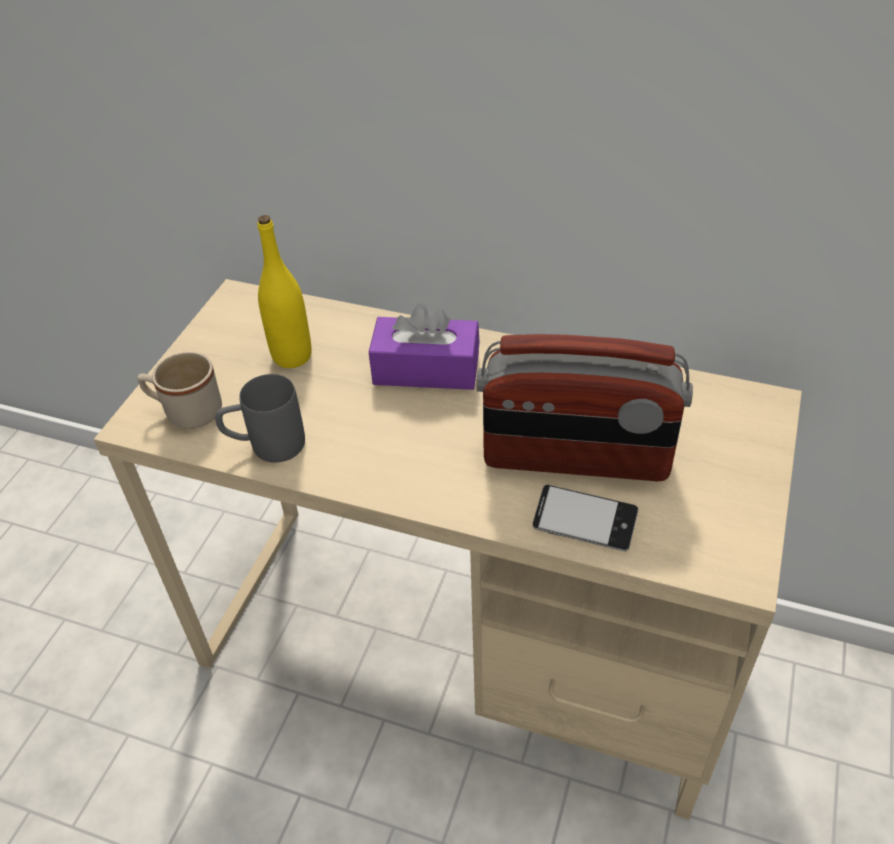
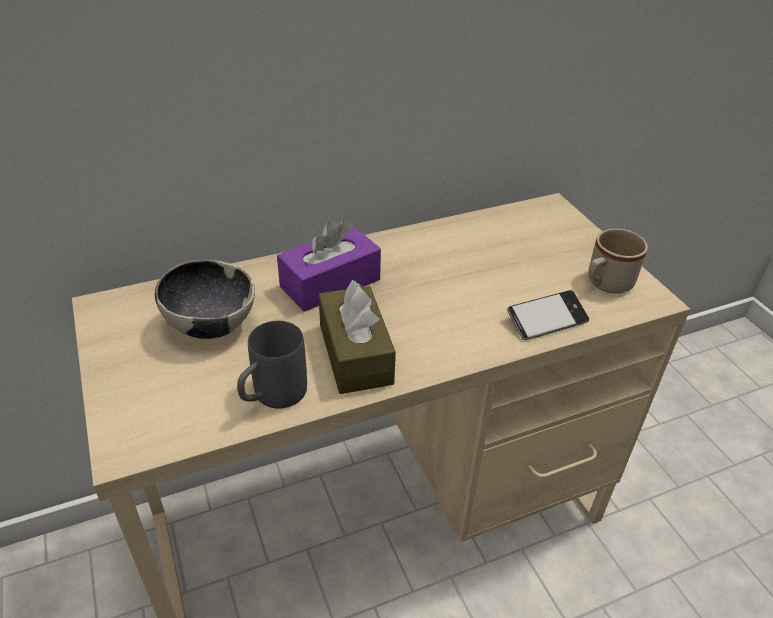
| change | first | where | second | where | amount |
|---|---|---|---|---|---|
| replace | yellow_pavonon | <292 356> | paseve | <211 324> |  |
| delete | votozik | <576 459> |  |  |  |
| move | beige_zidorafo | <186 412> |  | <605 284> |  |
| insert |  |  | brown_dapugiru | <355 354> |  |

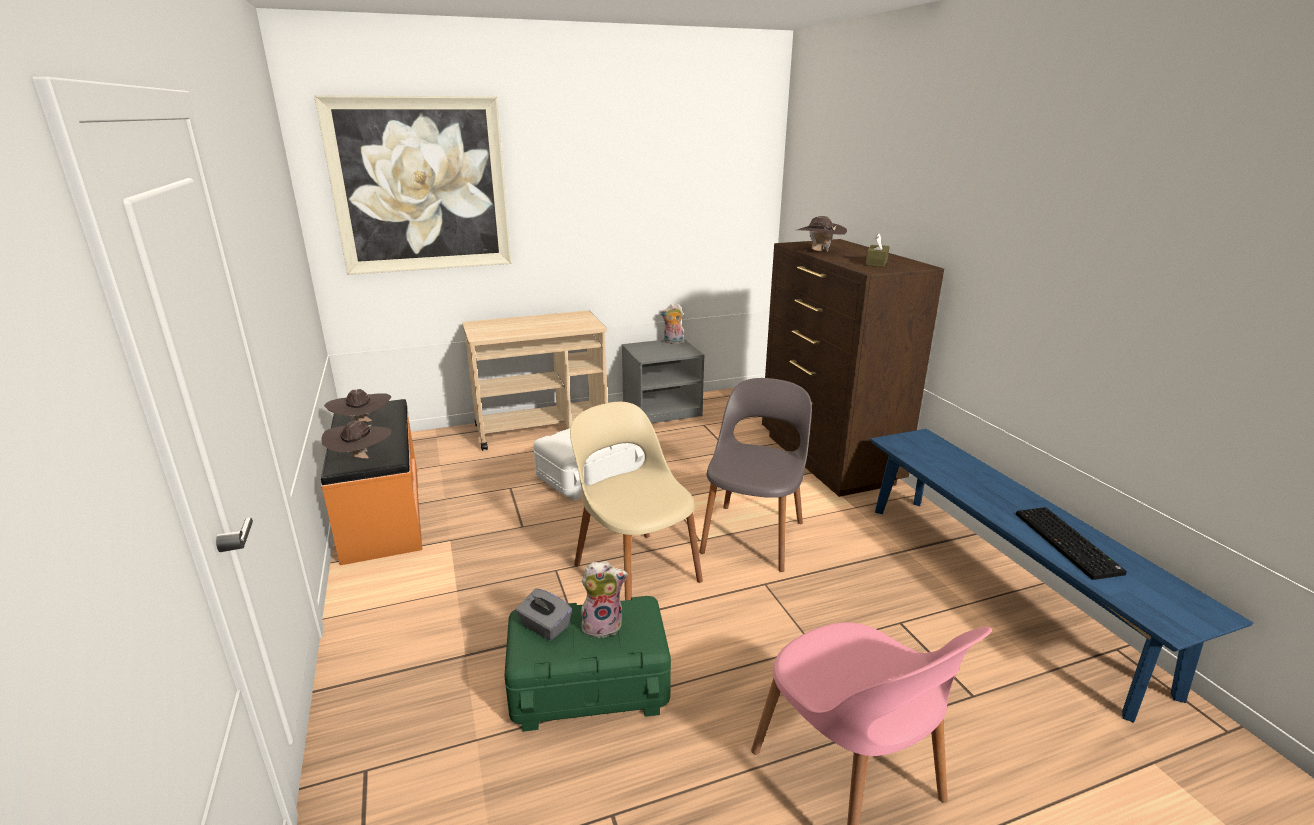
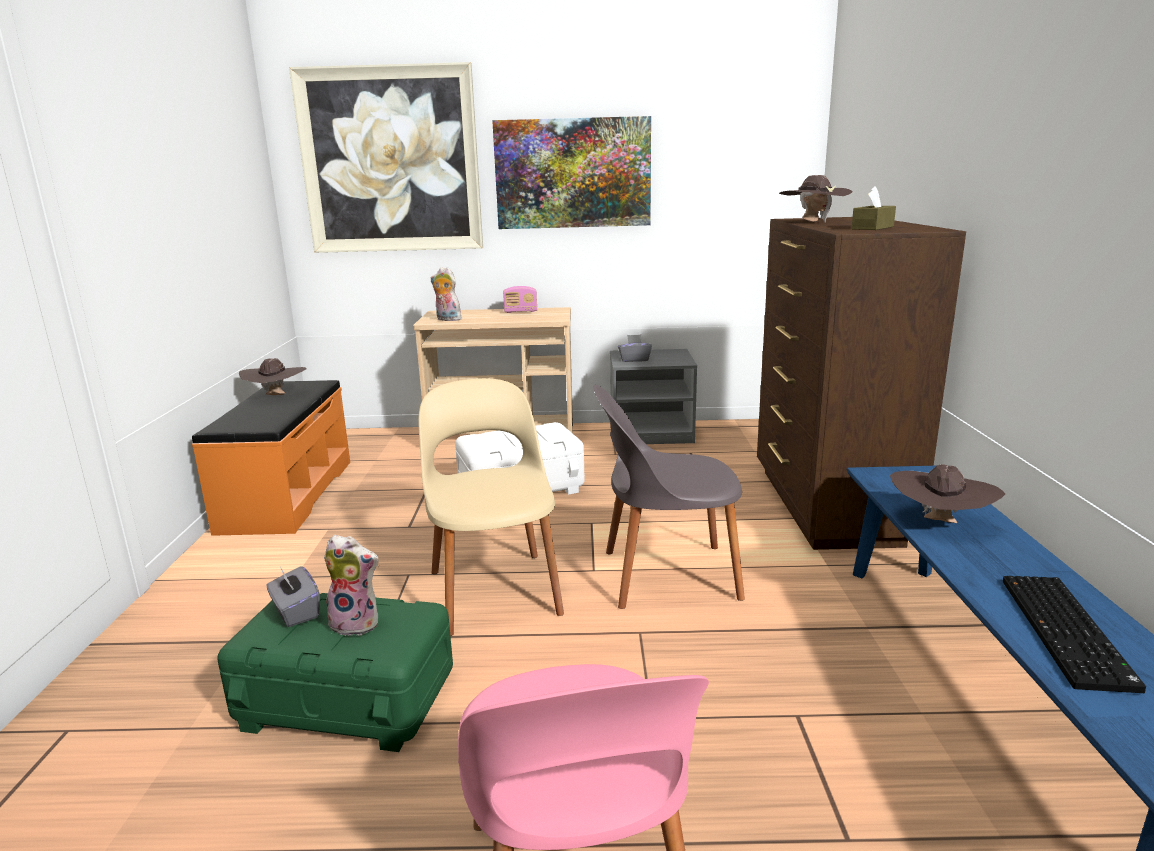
| change | first | where | second | where | amount |
|---|---|---|---|---|---|
| move | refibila | <673 342> |  | <447 319> |  |
| rotate | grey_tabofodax | <753 535> |  | <665 575> | 135 degrees counterclockwise |
| move | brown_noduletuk | <361 459> |  | <939 523> |  |
| insert |  |  | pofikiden | <573 173> |  |
| insert |  |  | votozik | <520 311> |  |
| insert |  |  | grey_dapugiru | <634 359> |  |

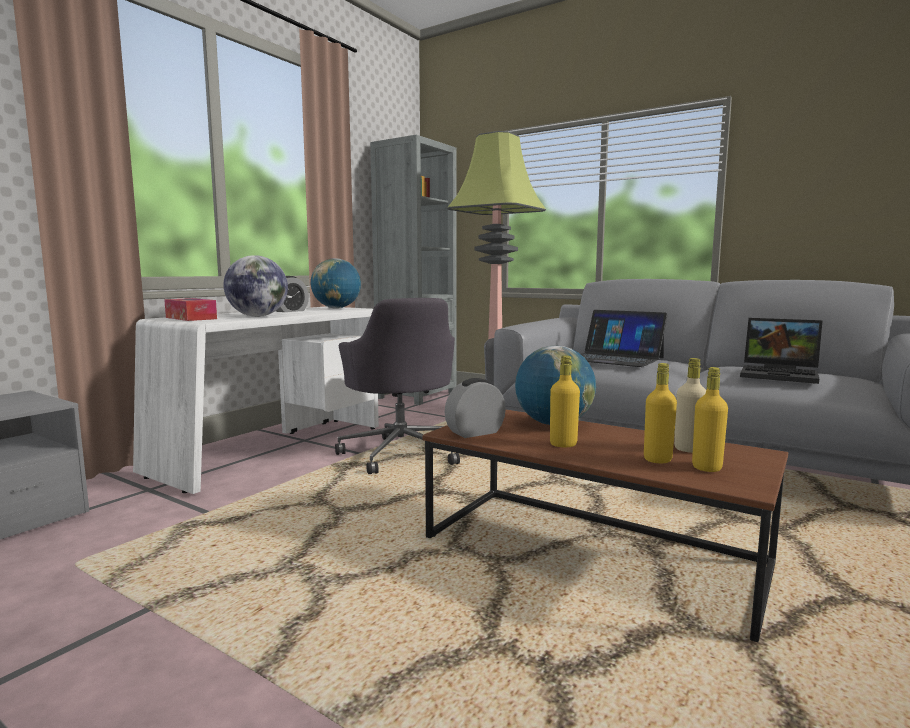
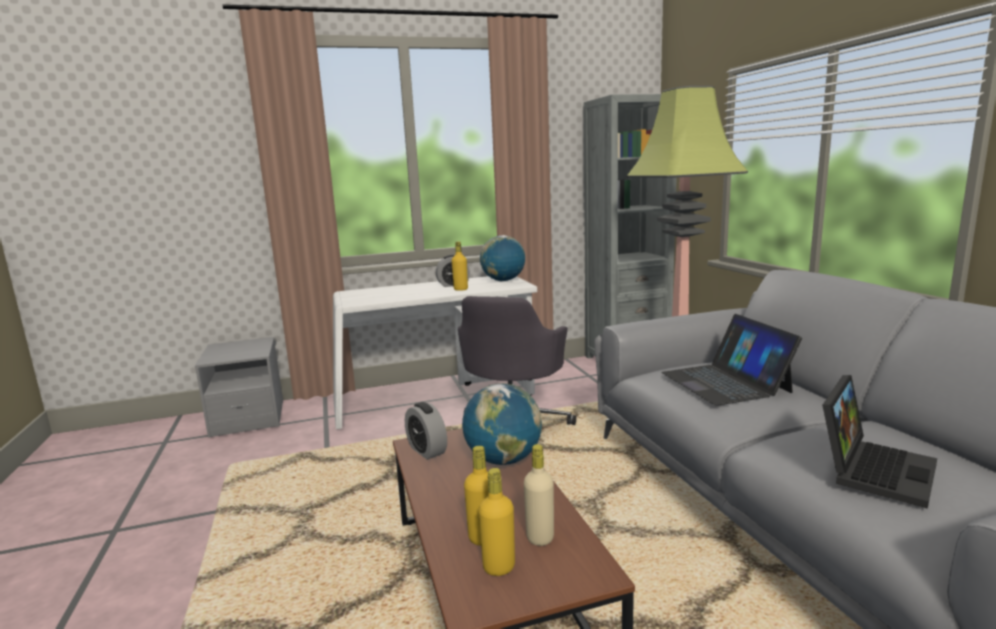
| change | first | where | second | where | amount |
|---|---|---|---|---|---|
| delete | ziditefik | <257 316> |  |  |  |
| delete | dapugiru | <191 318> |  |  |  |
| rotate | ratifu | <781 375> |  | <873 469> | 120 degrees counterclockwise |
| move | yellow_pavonon | <563 444> |  | <460 289> |  |
| rotate | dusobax | <475 433> |  | <427 450> | 135 degrees counterclockwise |

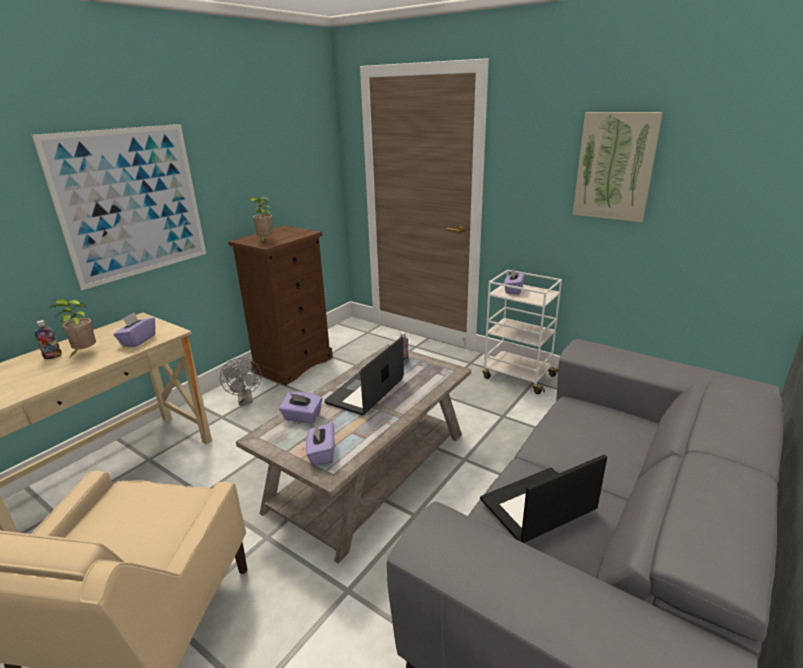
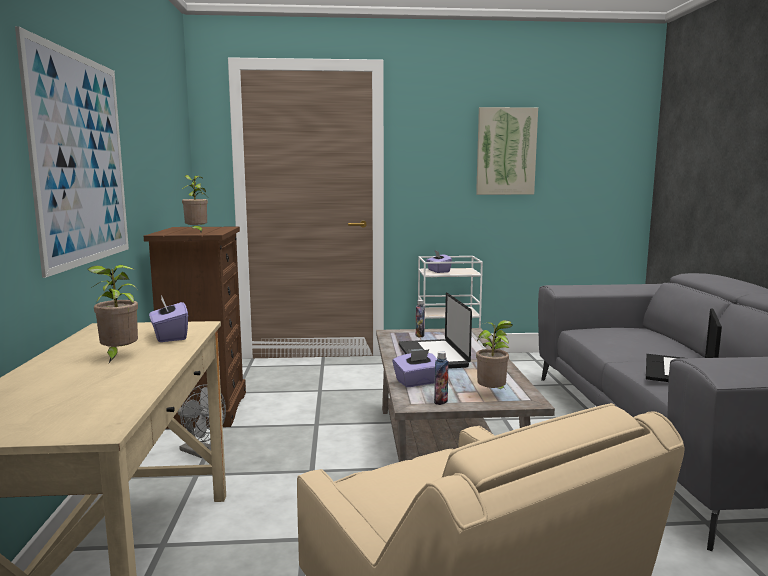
| change | first | where | second | where | amount |
|---|---|---|---|---|---|
| move | pavonon | <53 356> |  | <441 401> |  |
| replace | purple_dapugiru | <322 454> | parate | <493 394> |  |

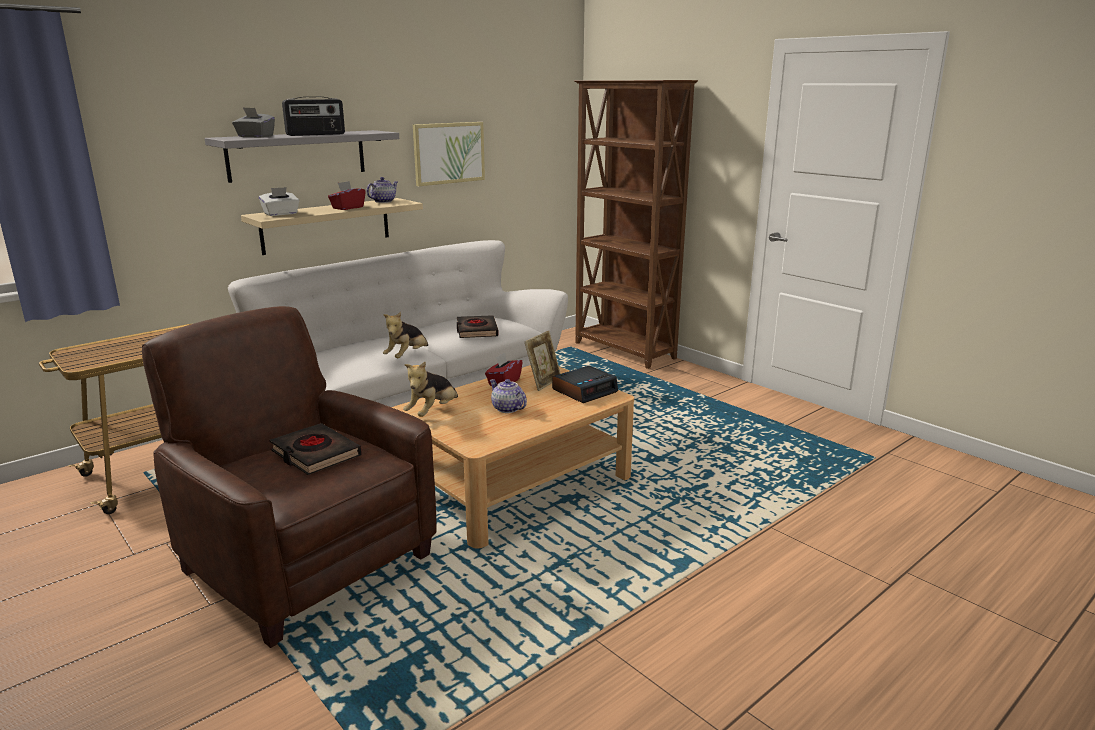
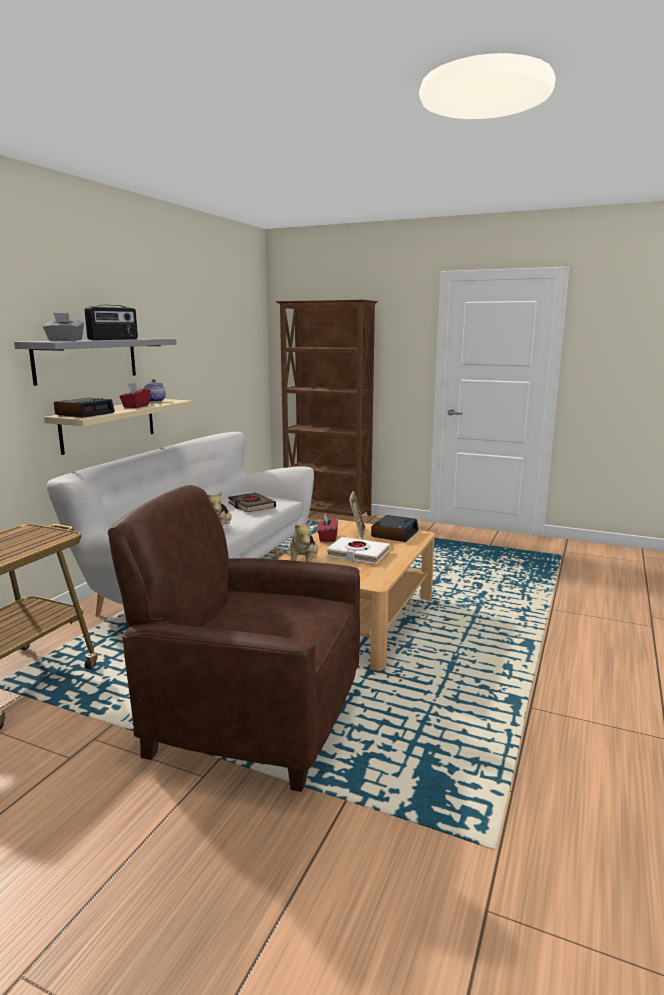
| change | first | where | second | where | amount |
|---|---|---|---|---|---|
| delete | pofikiden | <448 153> |  |  |  |
| replace | white_dapugiru | <281 214> | dusobax | <85 413> |  |
| replace | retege | <507 409> | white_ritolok | <358 554> |  |
| delete | black_ritolok | <315 454> |  |  |  |

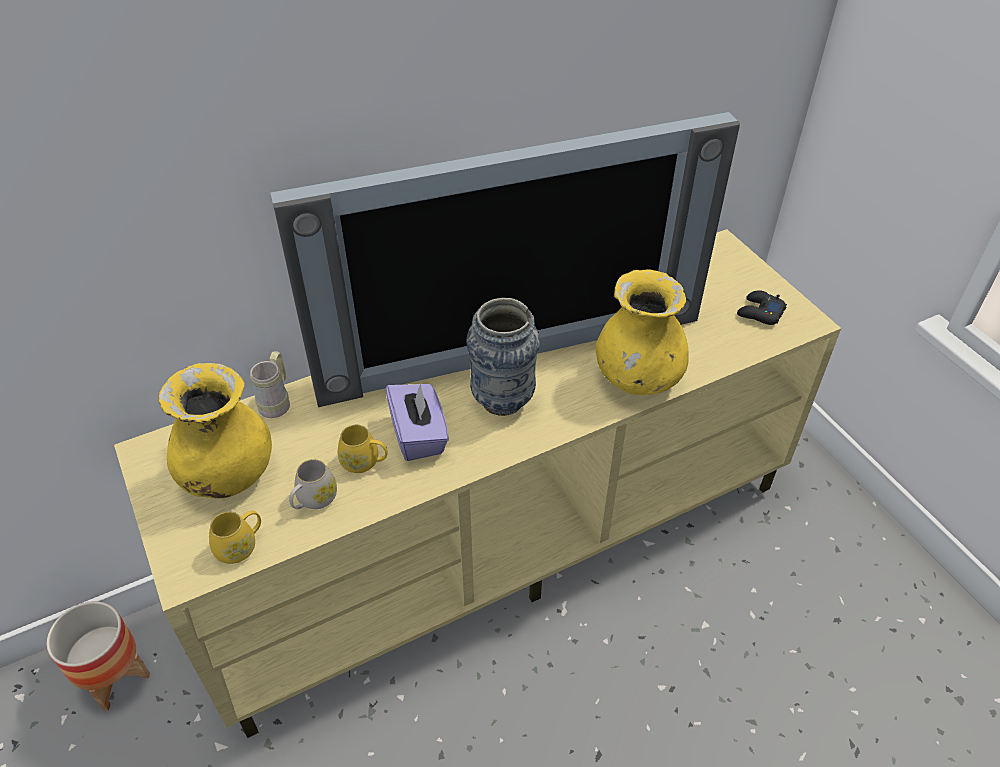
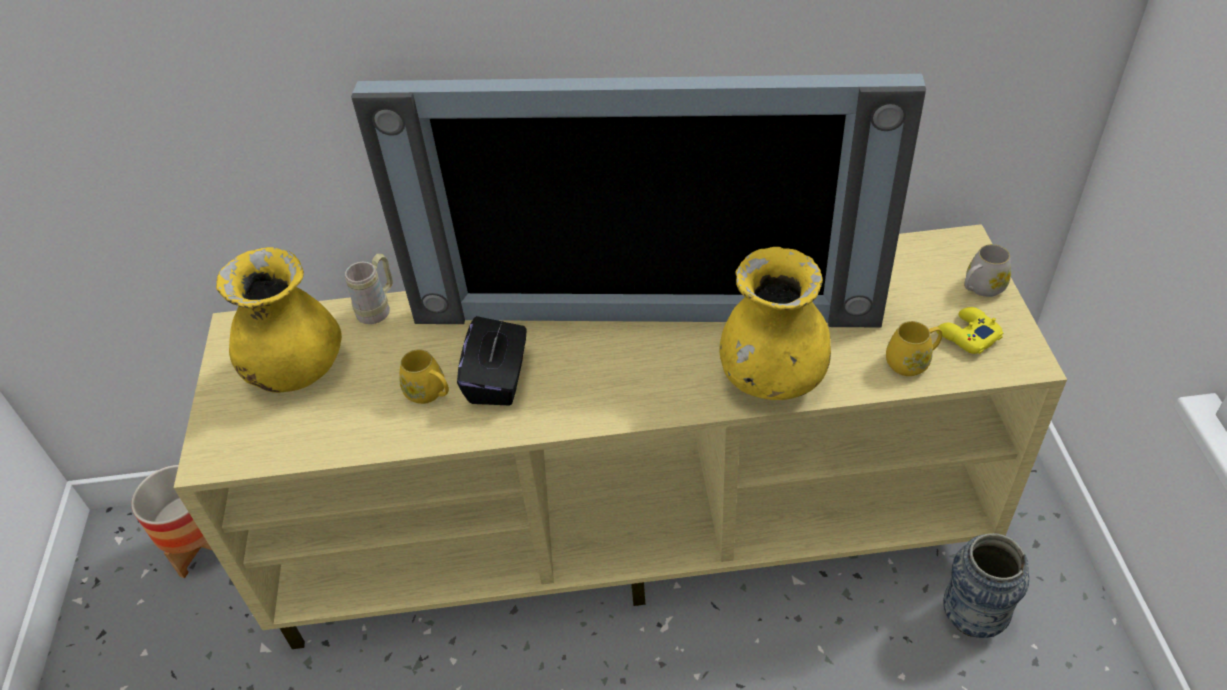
| change | first | where | second | where | amount |
|---|---|---|---|---|---|
| recolor | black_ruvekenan | <759 313> | yellow_ruvekenan | <967 335> |  |
| move | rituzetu | <503 400> |  | <972 618> |  |
| recolor | purple_dapugiru | <419 435> | black_dapugiru | <498 380> |  |
| move | white_zidorafo | <313 500> |  | <981 288> |  |
| move | yellow_zidorafo | <240 546> |  | <912 362> |  |

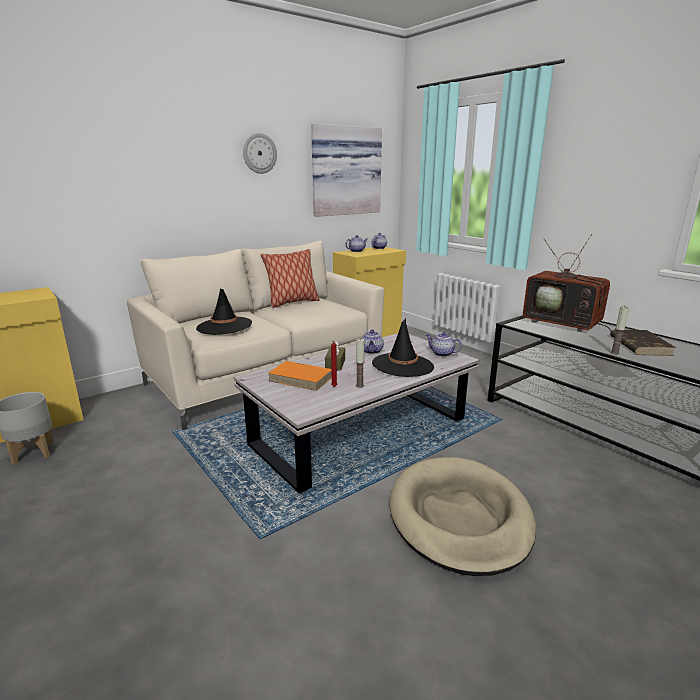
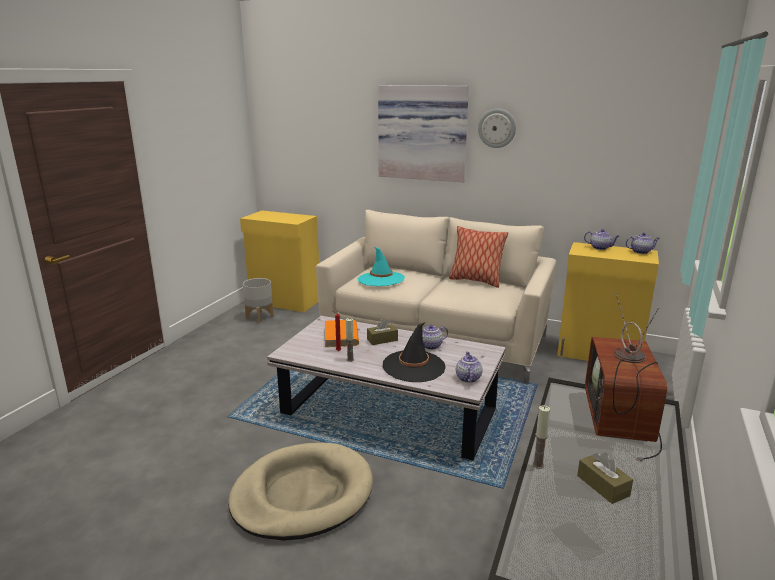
| change | first | where | second | where | amount |
|---|---|---|---|---|---|
| move | pofikiden | <345 171> |  | <423 133> |  |
| recolor | black_noduletuk | <224 326> | turquoise_noduletuk | <381 279> |  |
| replace | brown_ritolok | <639 345> | brown_dapugiru | <603 486> |  |

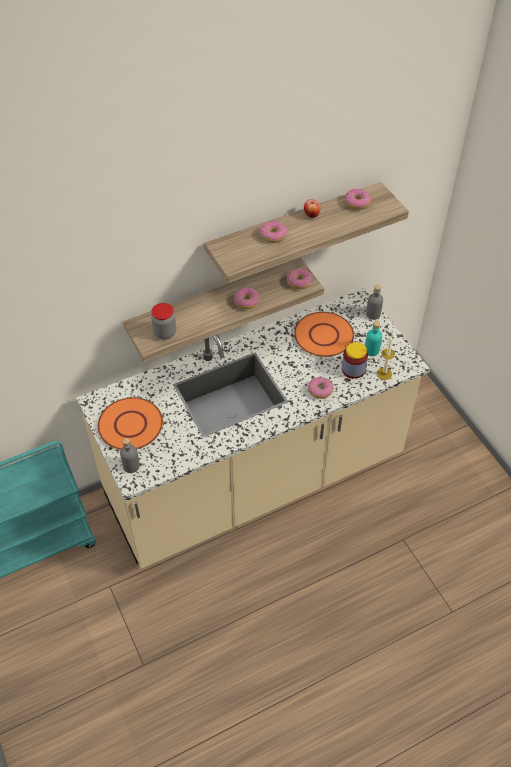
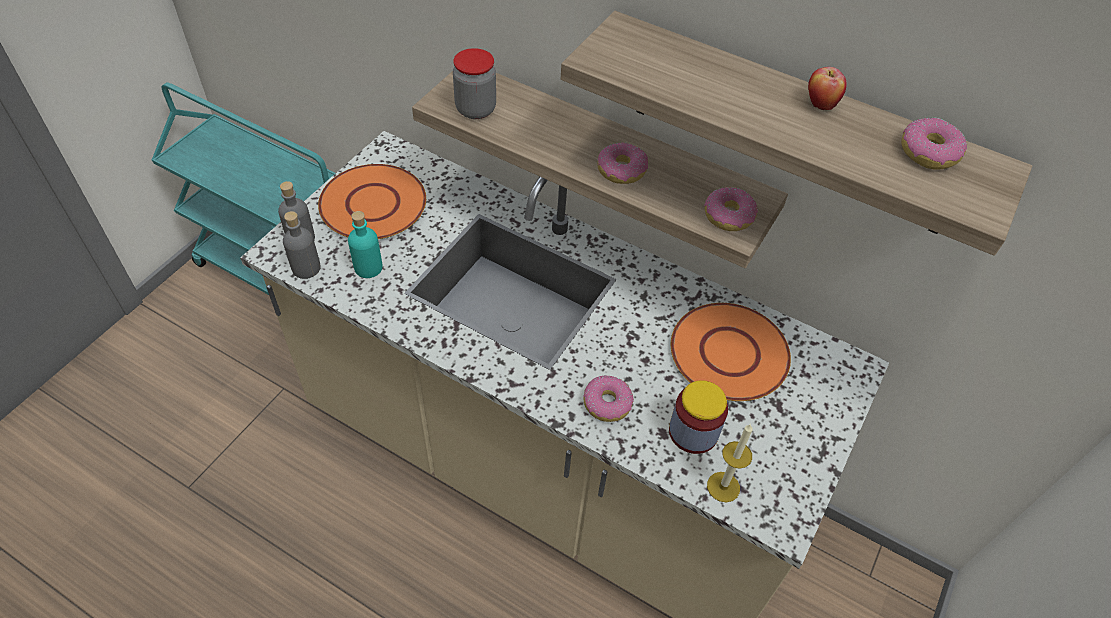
| change | first | where | second | where | amount |
|---|---|---|---|---|---|
| delete | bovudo | <273 235> |  |  |  |
| move | grey_pavonon | <373 314> |  | <306 268> |  |
| move | turquoise_pavonon | <372 350> |  | <368 267> |  |

